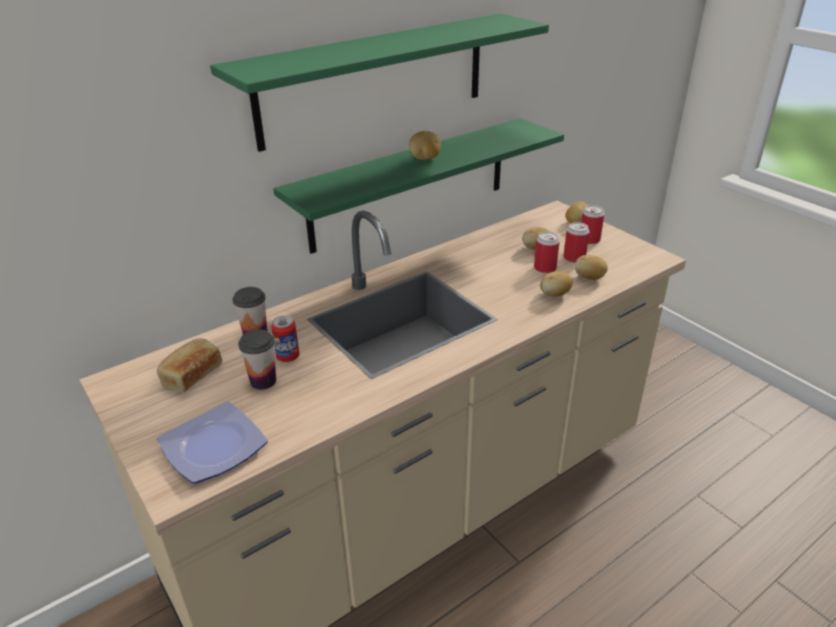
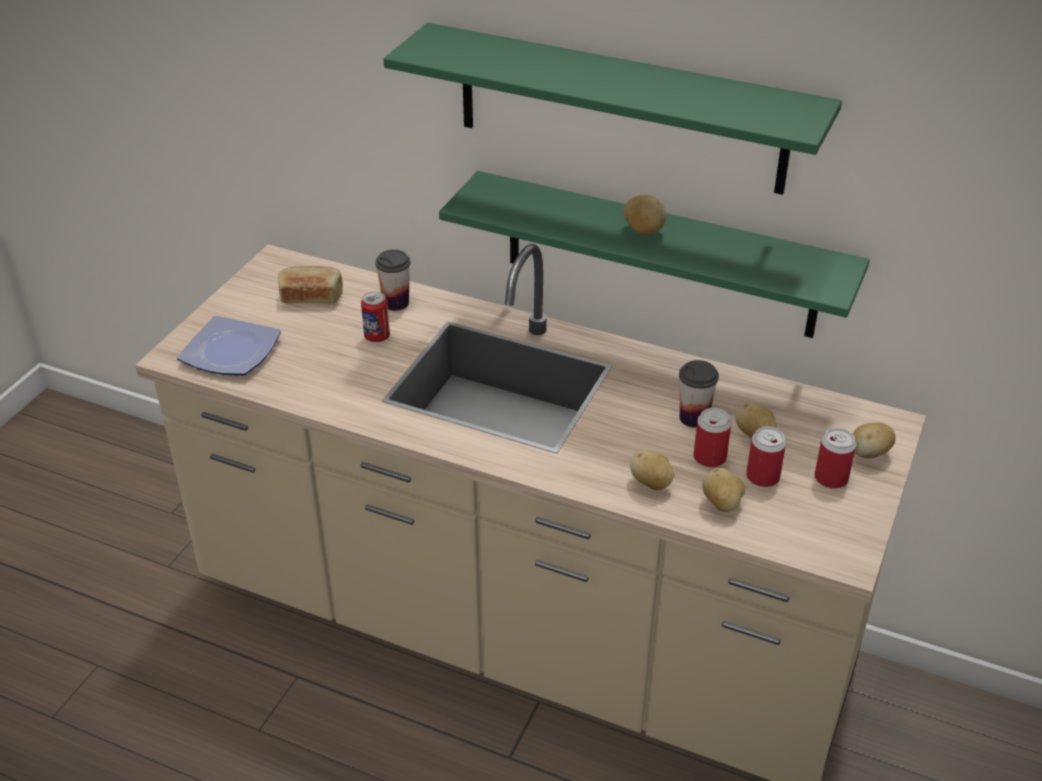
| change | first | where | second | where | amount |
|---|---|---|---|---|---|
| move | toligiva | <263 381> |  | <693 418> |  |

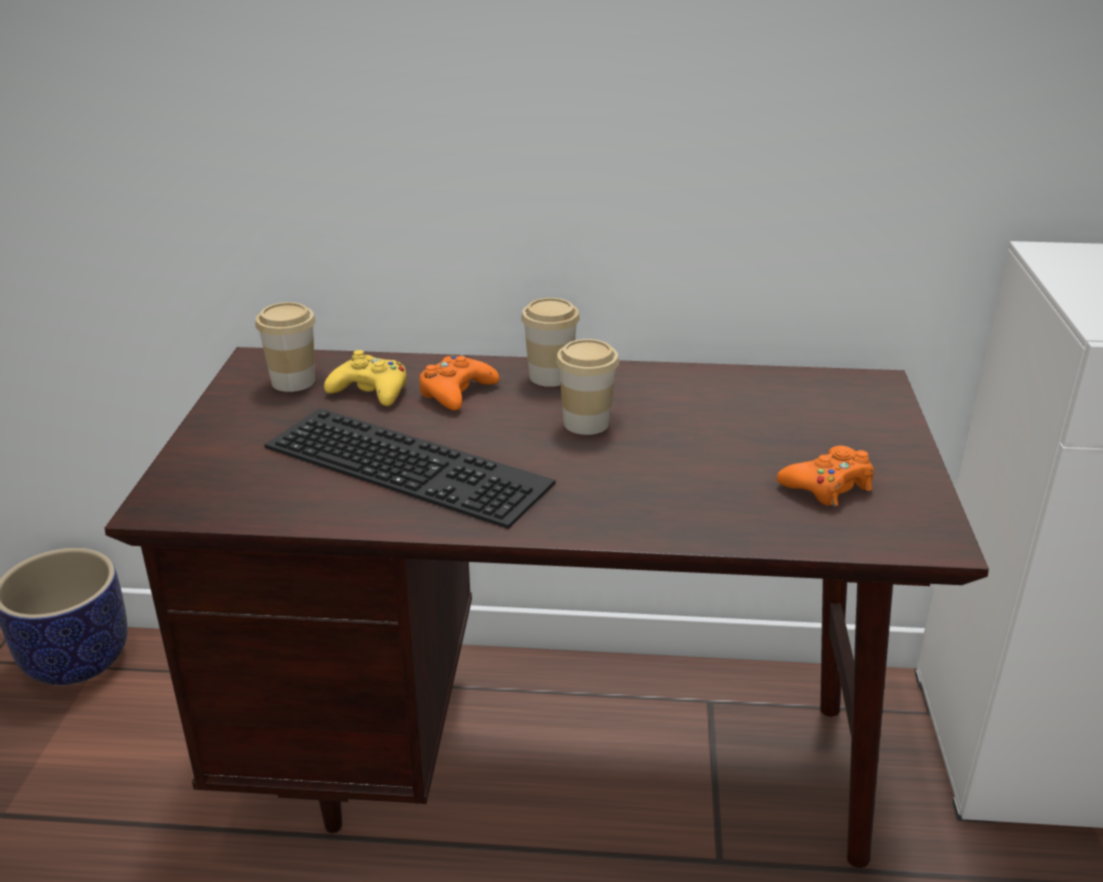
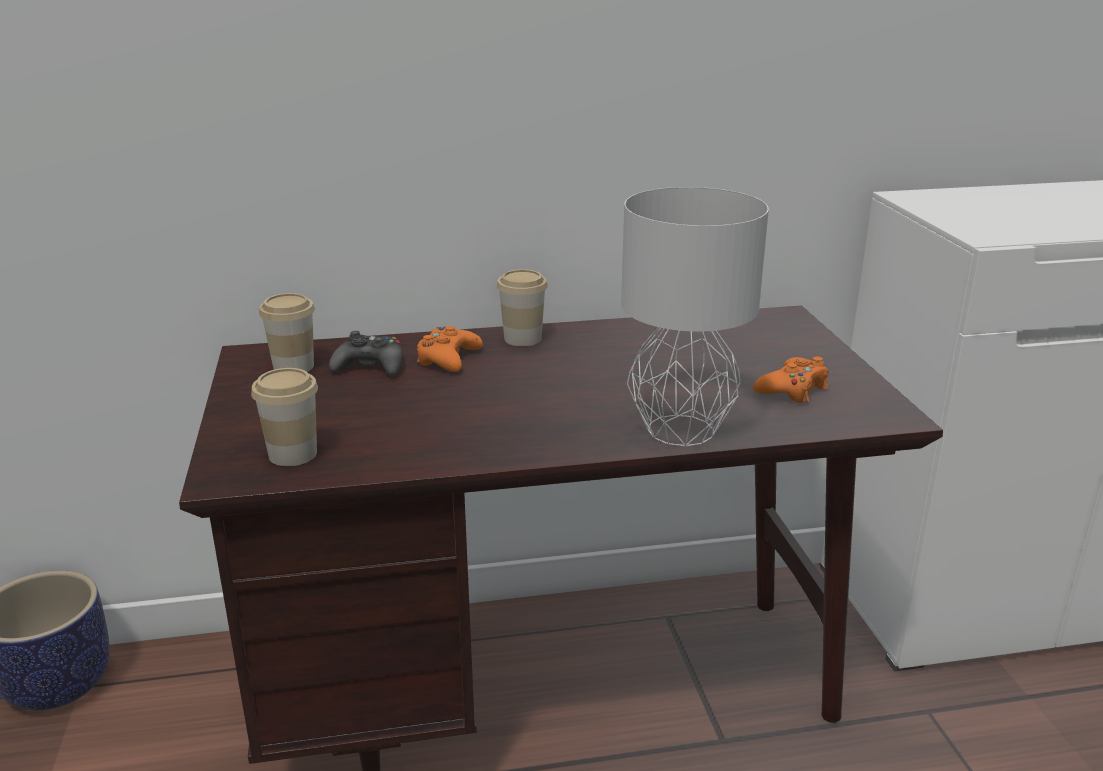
| change | first | where | second | where | amount |
|---|---|---|---|---|---|
| move | toligiva | <586 423> |  | <293 454> |  |
| recolor | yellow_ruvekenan | <371 391> | black_ruvekenan | <370 366> |  |
| delete | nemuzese | <412 463> |  |  |  |
| insert |  |  | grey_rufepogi | <680 431> |  |

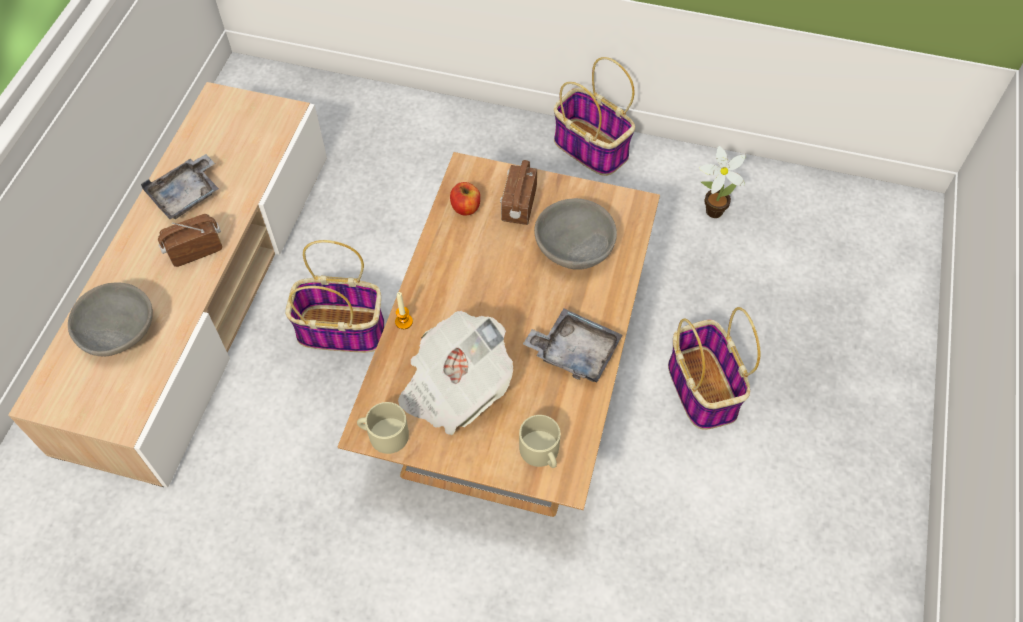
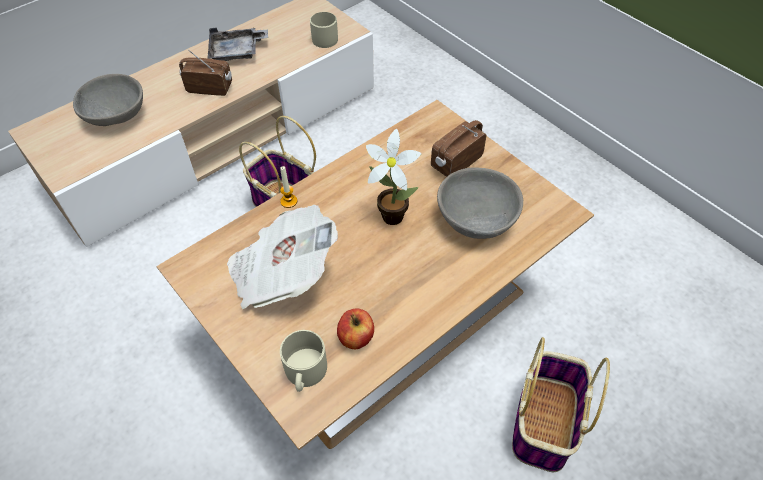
| change | first | where | second | where | amount |
|---|---|---|---|---|---|
| delete | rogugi | <589 148> |  |  |  |
| move | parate | <711 210> |  | <390 214> |  |
| move | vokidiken | <465 207> |  | <356 337> |  |
| delete | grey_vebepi | <574 352> |  |  |  |
| move | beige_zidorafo | <384 434> |  | <322 38> |  |

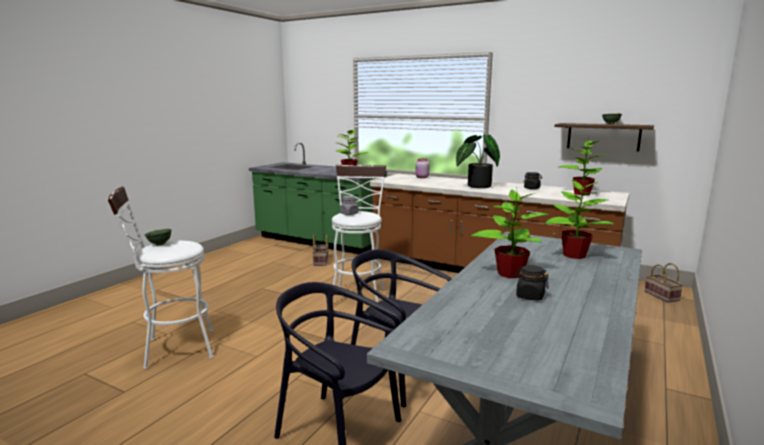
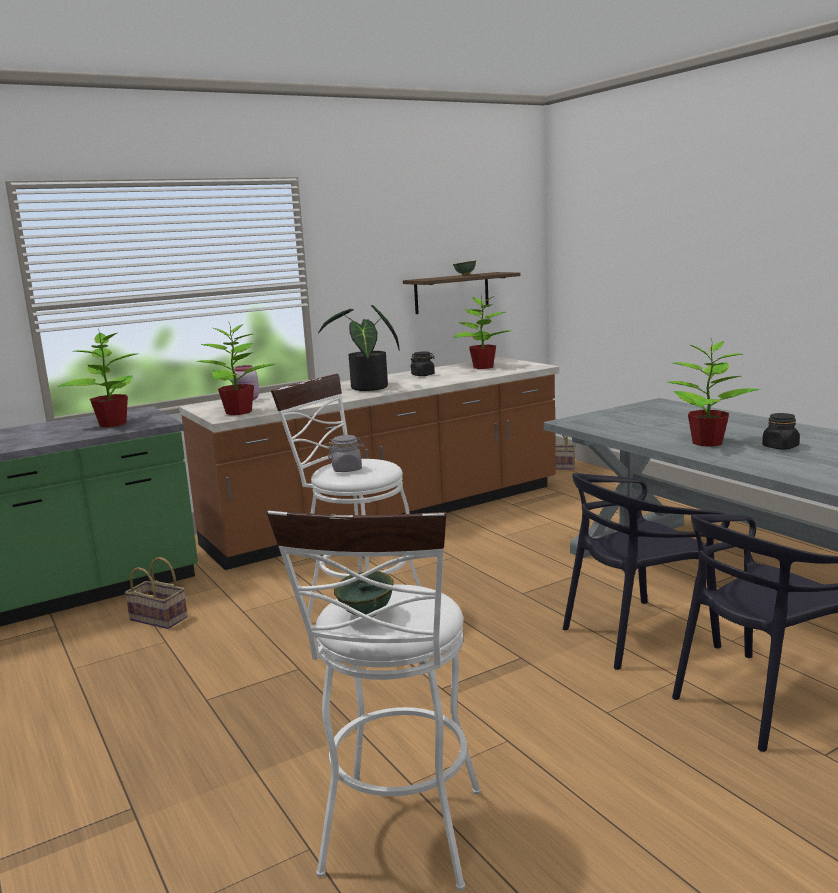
| change | first | where | second | where | amount |
|---|---|---|---|---|---|
| move | parate | <573 255> |  | <238 412> |  |

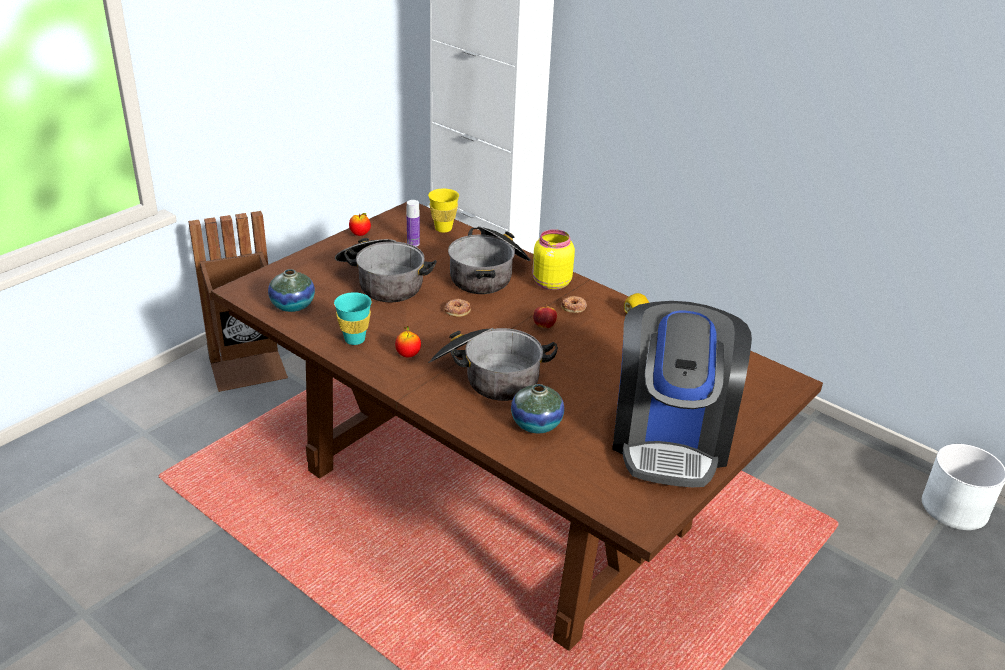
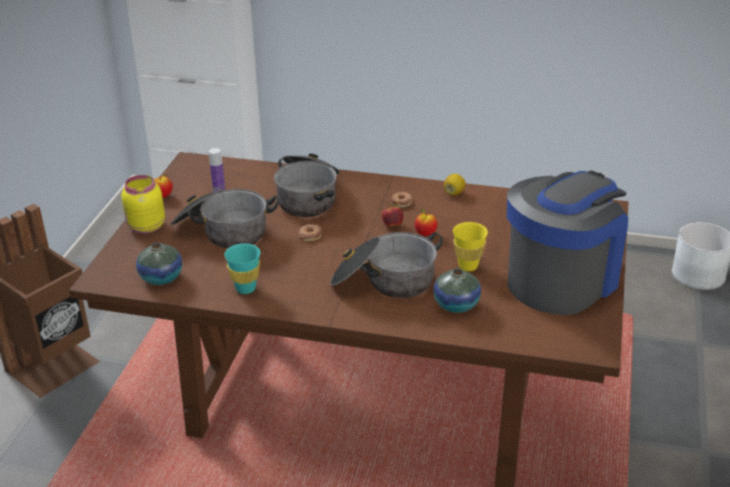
| change | first | where | second | where | amount |
|---|---|---|---|---|---|
| move | yellow_toligiva | <443 229> |  | <468 266> |  |
| move | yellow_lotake | <550 283> |  | <145 227> |  |
| rotate | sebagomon | <670 438> |  | <562 280> | 120 degrees counterclockwise |
| move | vokidiken | <408 355> |  | <425 234> |  |

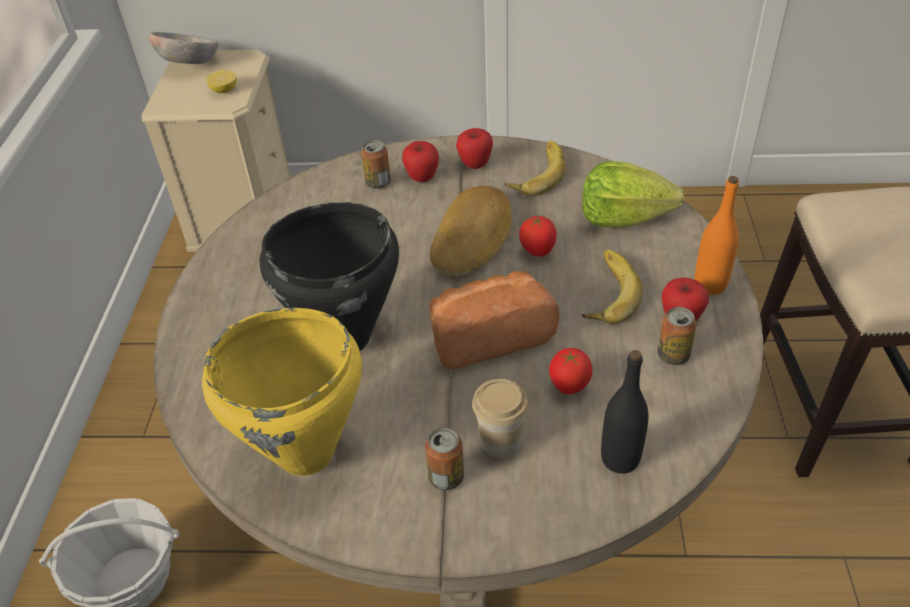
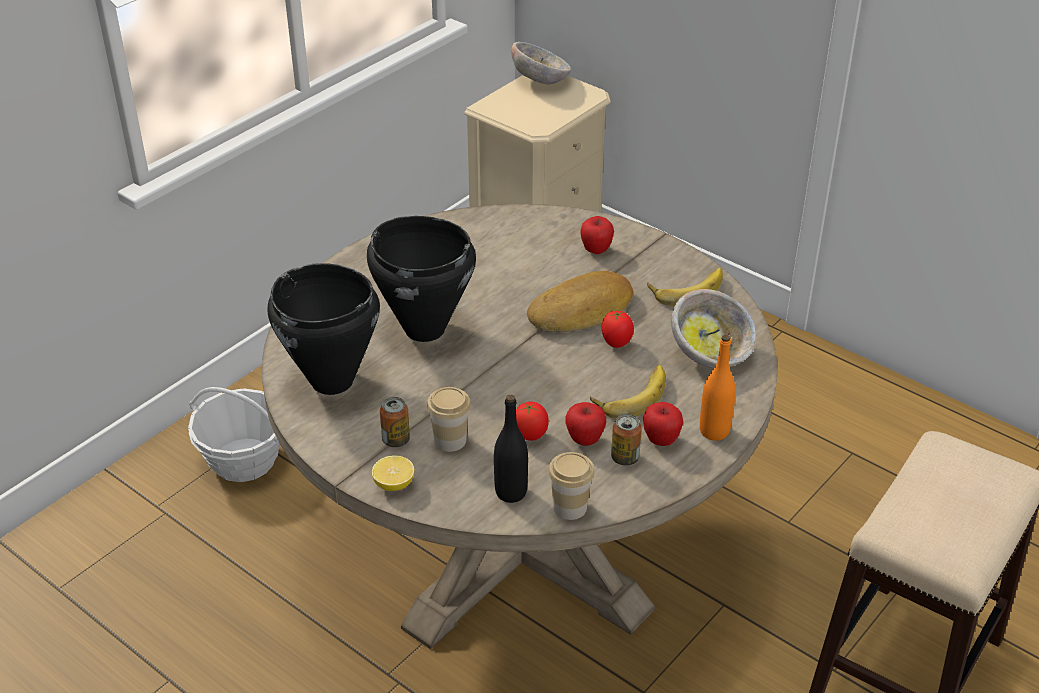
| change | first | where | second | where | amount |
|---|---|---|---|---|---|
| move | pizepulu | <224 90> |  | <394 484> |  |
| move | vokidiken | <475 164> |  | <584 440> |  |
| delete | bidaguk | <378 183> |  |  |  |
| replace | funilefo | <623 218> | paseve | <711 354> |  |
| delete | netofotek | <489 335> |  |  |  |
| recolor | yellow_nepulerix | <307 454> | black_nepulerix | <332 382> |  |
| insert |  |  | toligiva | <570 507> |  |

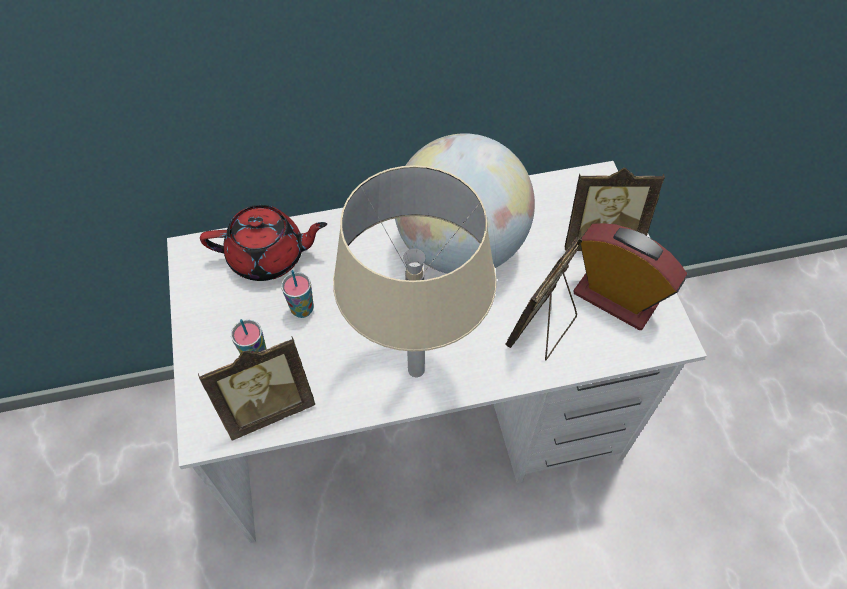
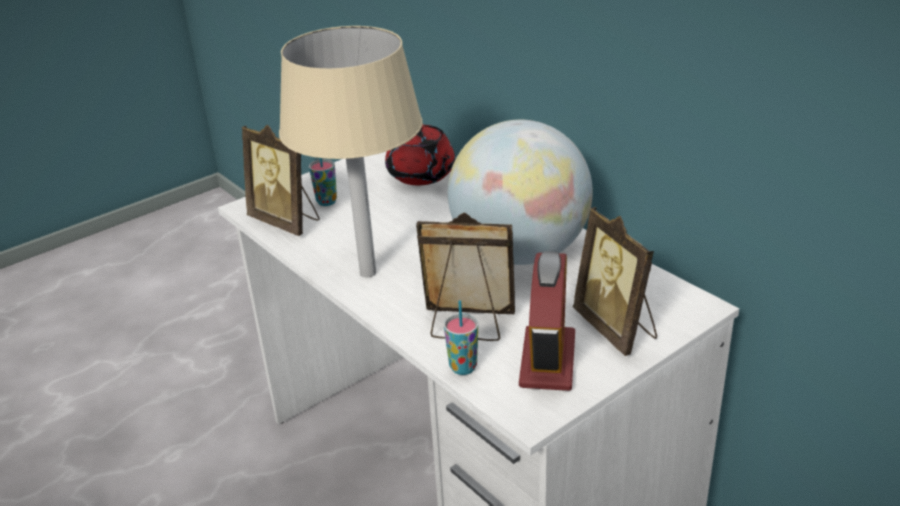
| change | first | where | second | where | amount |
|---|---|---|---|---|---|
| move | toligiva | <302 309> |  | <463 367> |  |

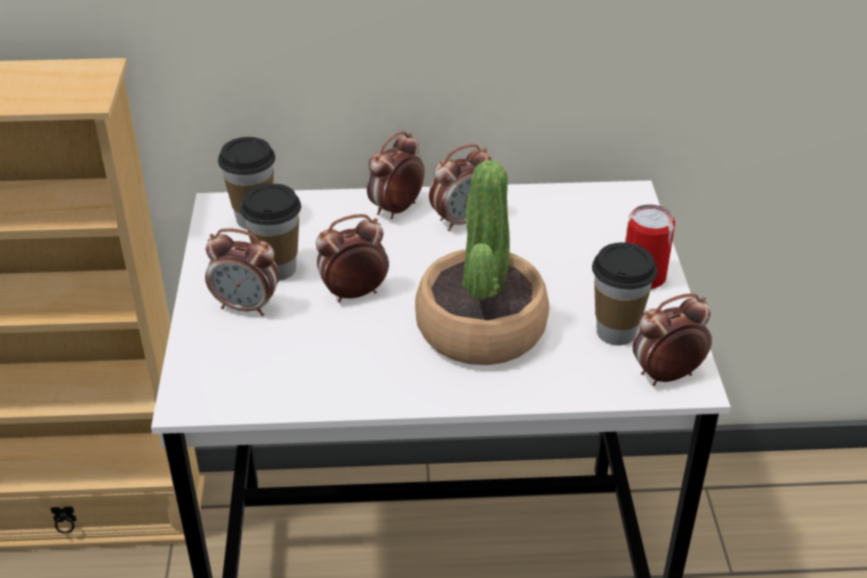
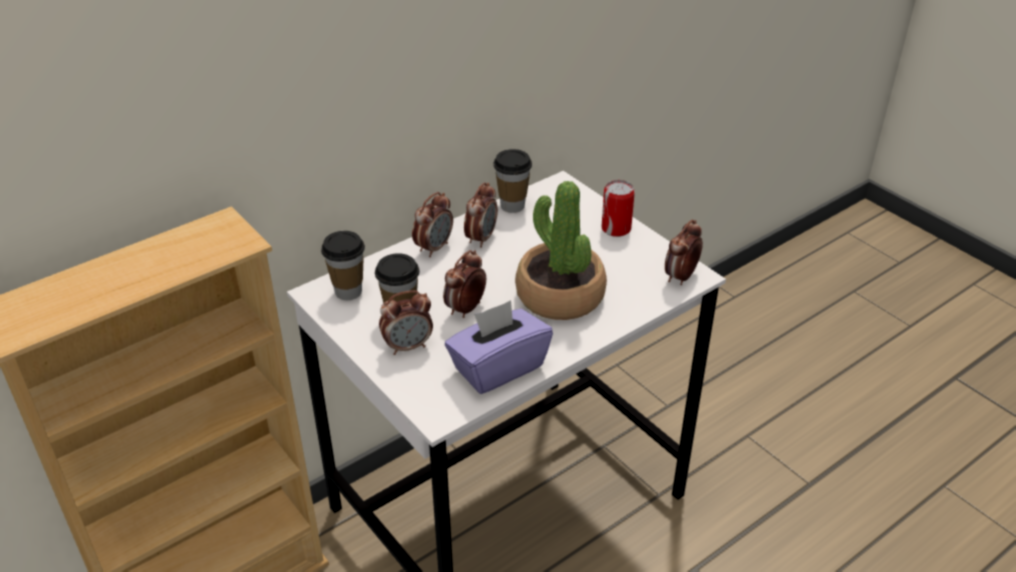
| change | first | where | second | where | amount |
|---|---|---|---|---|---|
| rotate | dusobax | <396 209> |  | <434 248> | 150 degrees counterclockwise |
| move | toligiva | <616 332> |  | <512 205> |  |
| insert |  |  | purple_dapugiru | <498 367> |  |

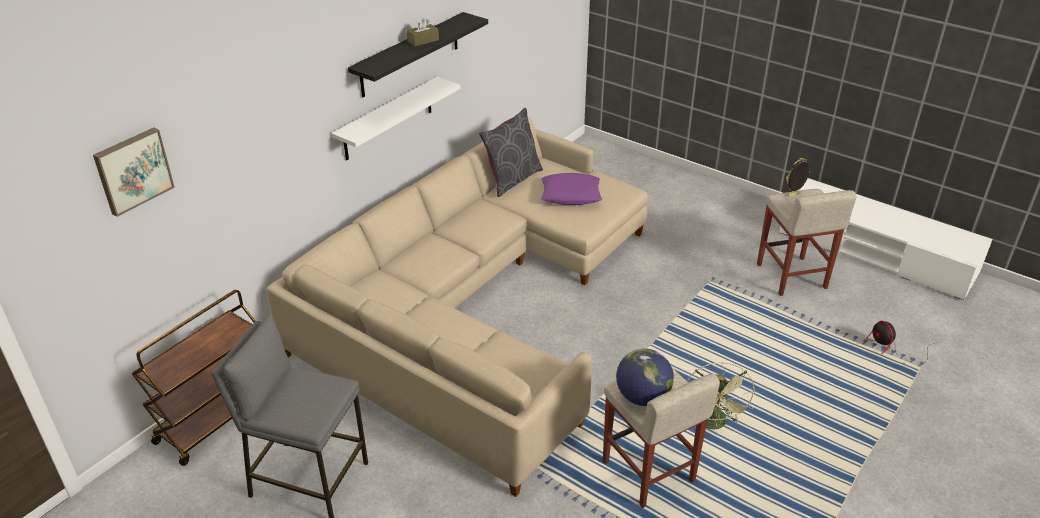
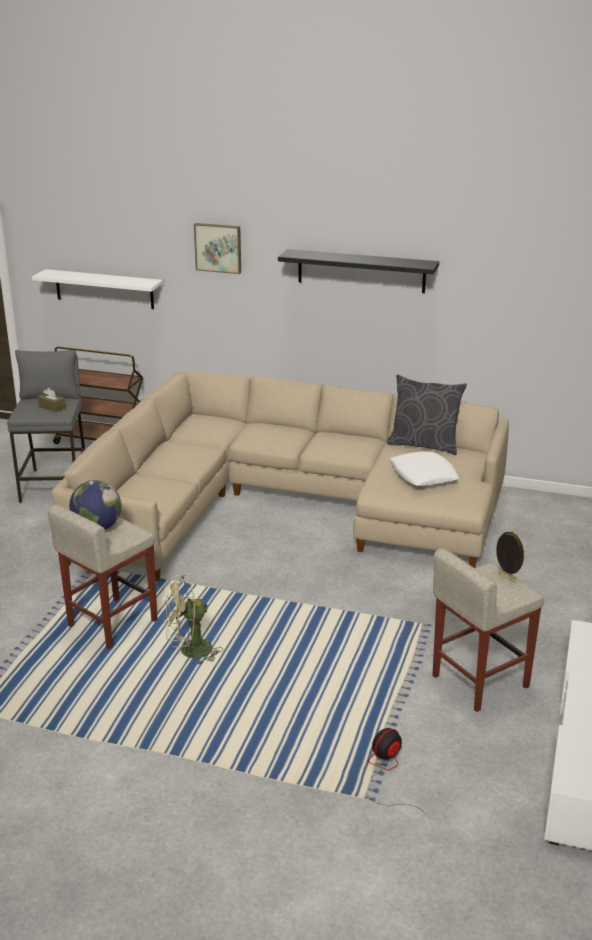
| change | first | where | second | where | amount |
|---|---|---|---|---|---|
| move | brown_dapugiru | <423 41> |  | <52 407> |  |
| move | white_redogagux | <388 119> |  | <104 289> |  |
| move | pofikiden | <133 170> |  | <218 247> |  |
| recolor | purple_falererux | <570 195> | white_falererux | <423 475> |  |

